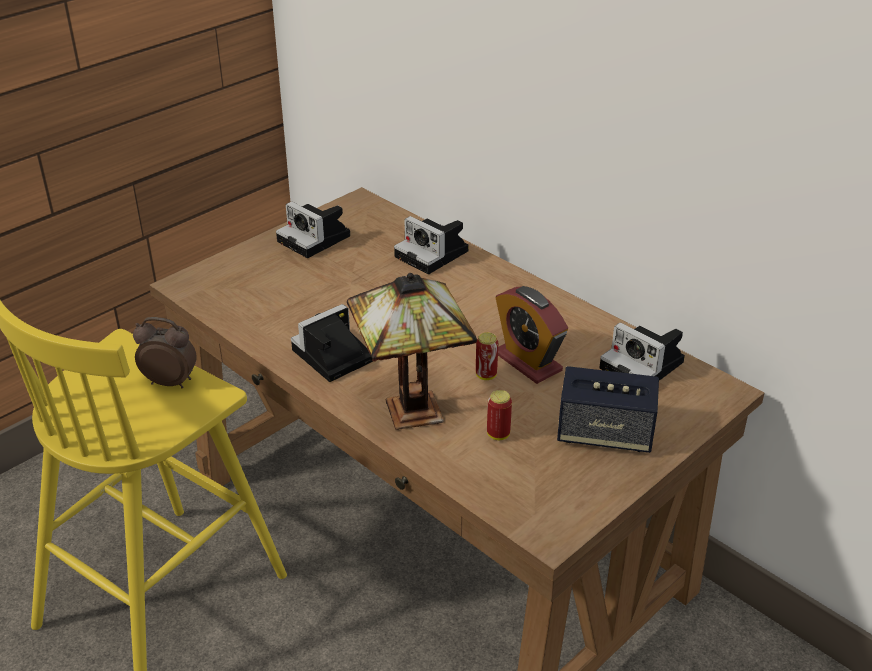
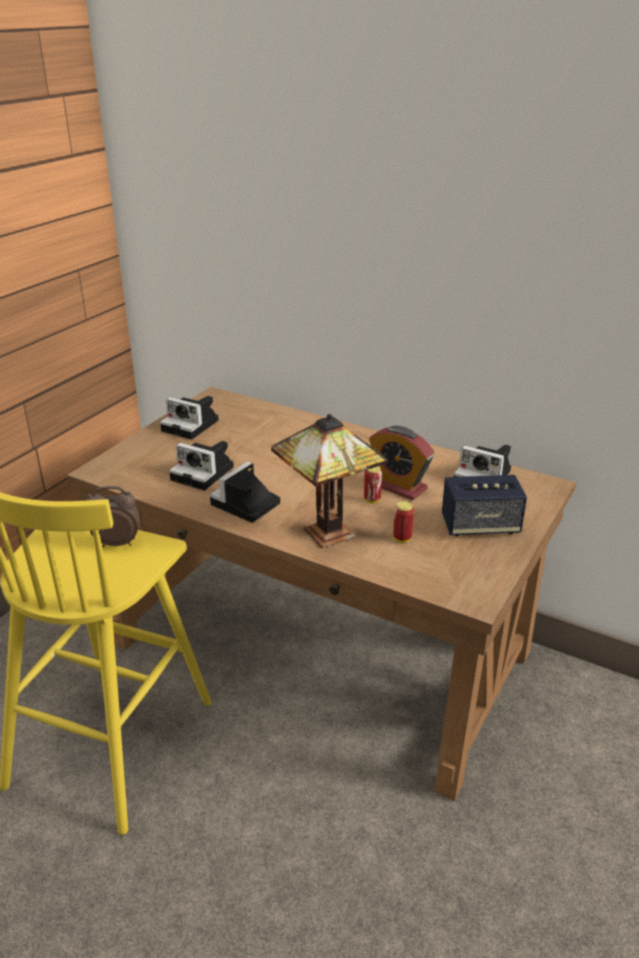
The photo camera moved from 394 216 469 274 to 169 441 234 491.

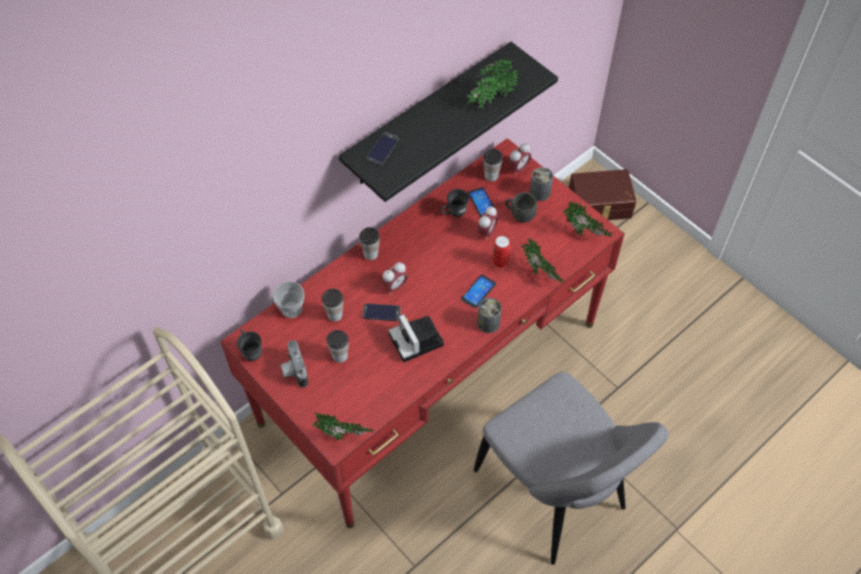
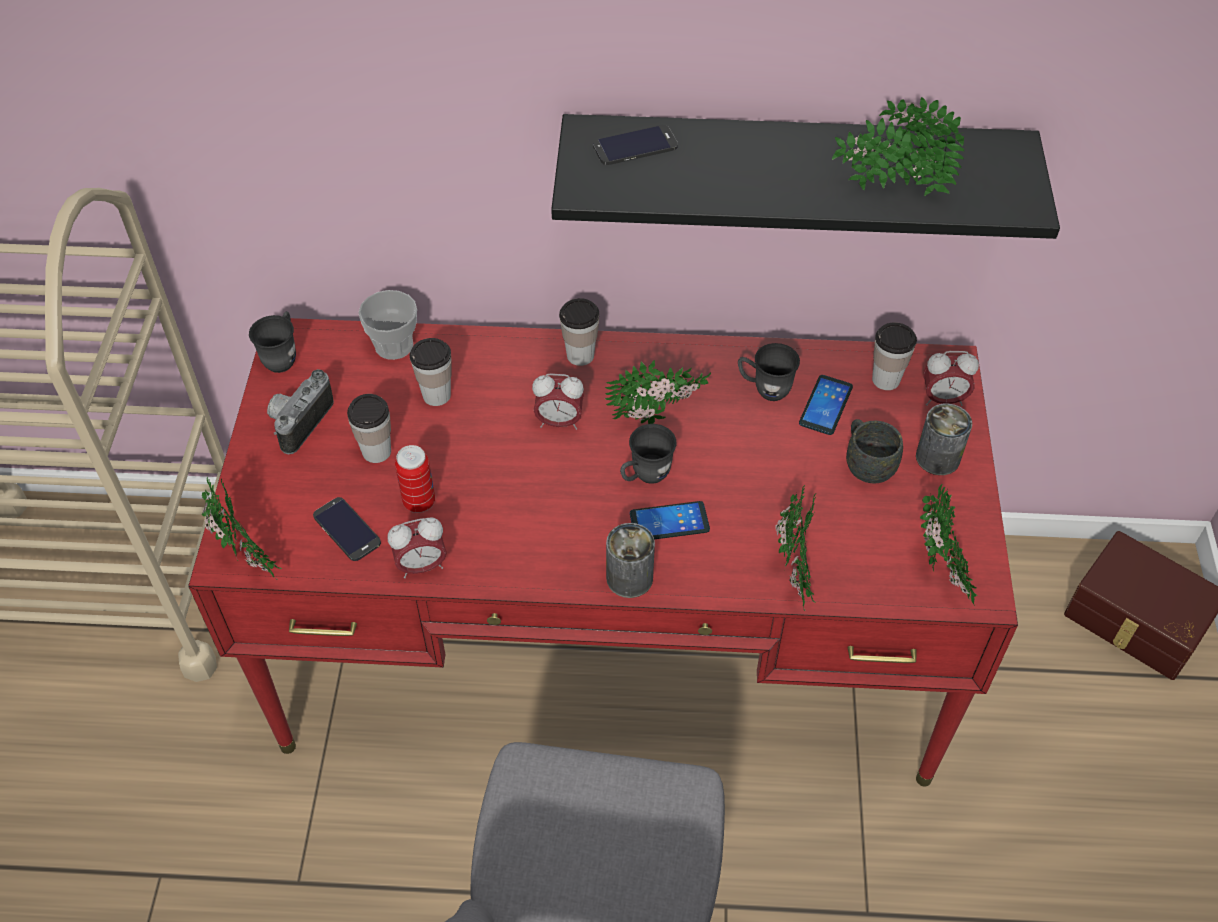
The phone moved from 363 304 401 321 to 313 497 381 561. The photo camera at 388 314 444 362 disappeared. The alarm clock moved from 477 206 498 241 to 388 517 447 578. The can moved from 493 236 510 268 to 395 445 435 513. The potted plant at 605 359 711 424 appeared. The grey mug at 620 424 677 484 appeared.

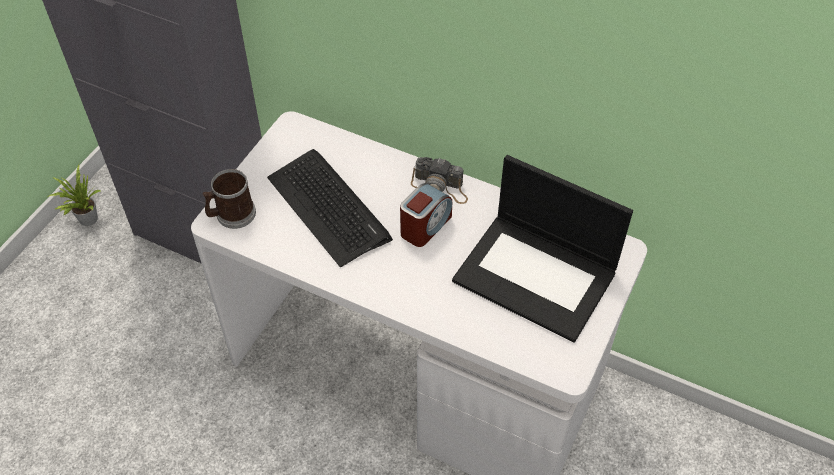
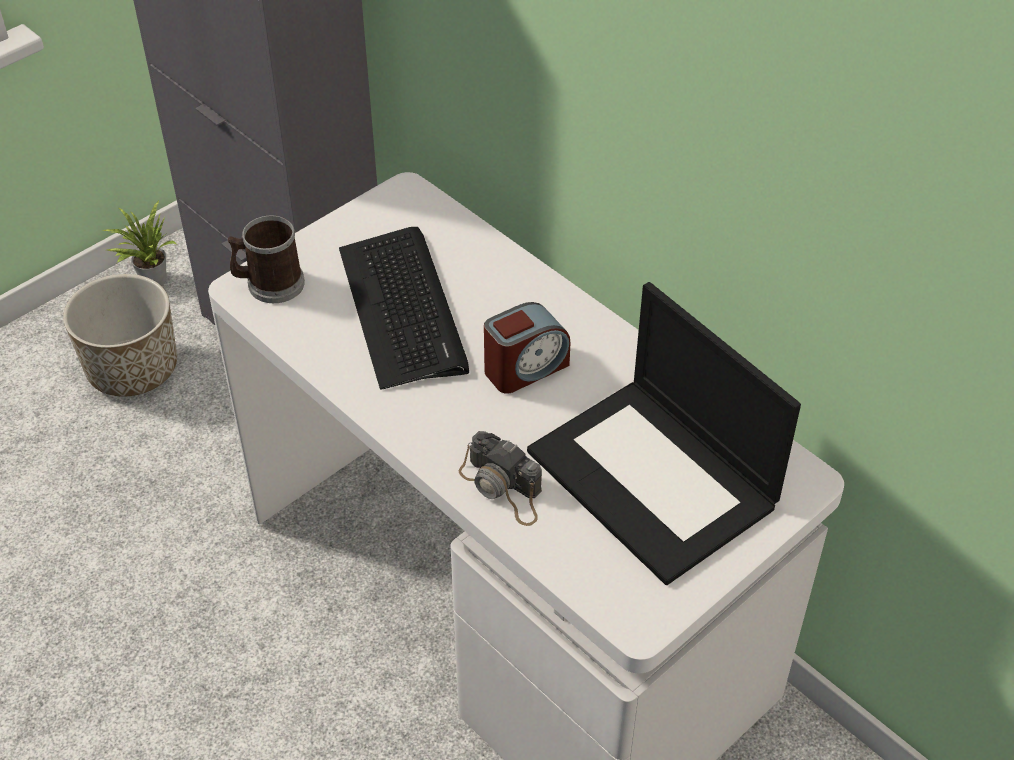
The photo camera moved from 411 157 468 204 to 459 431 542 526. The planter at 63 274 177 397 appeared.

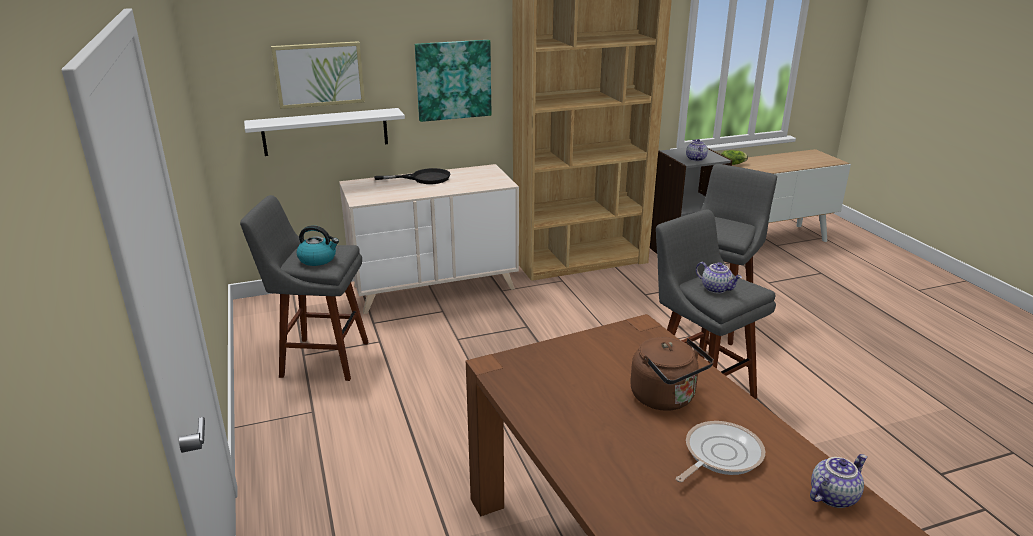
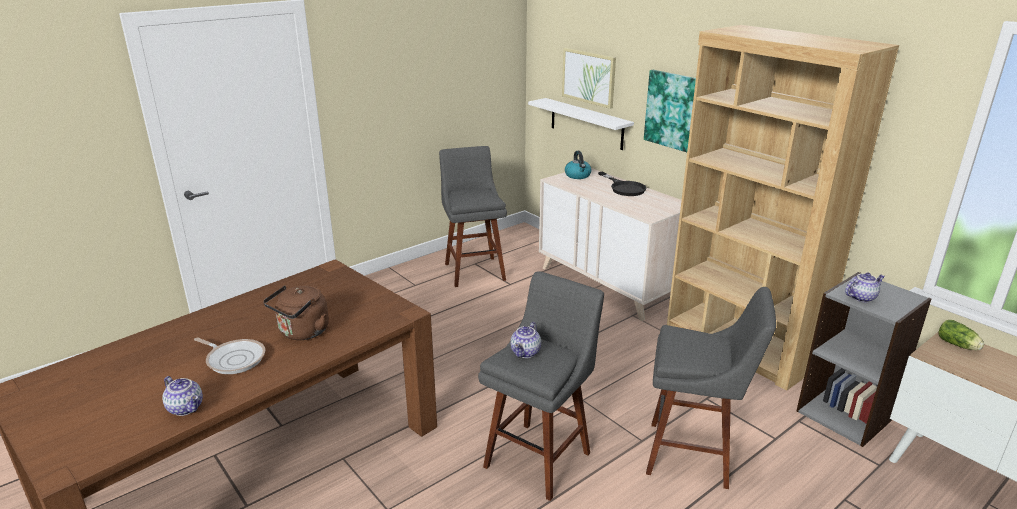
The kettle moved from 297 225 339 266 to 565 151 592 179.

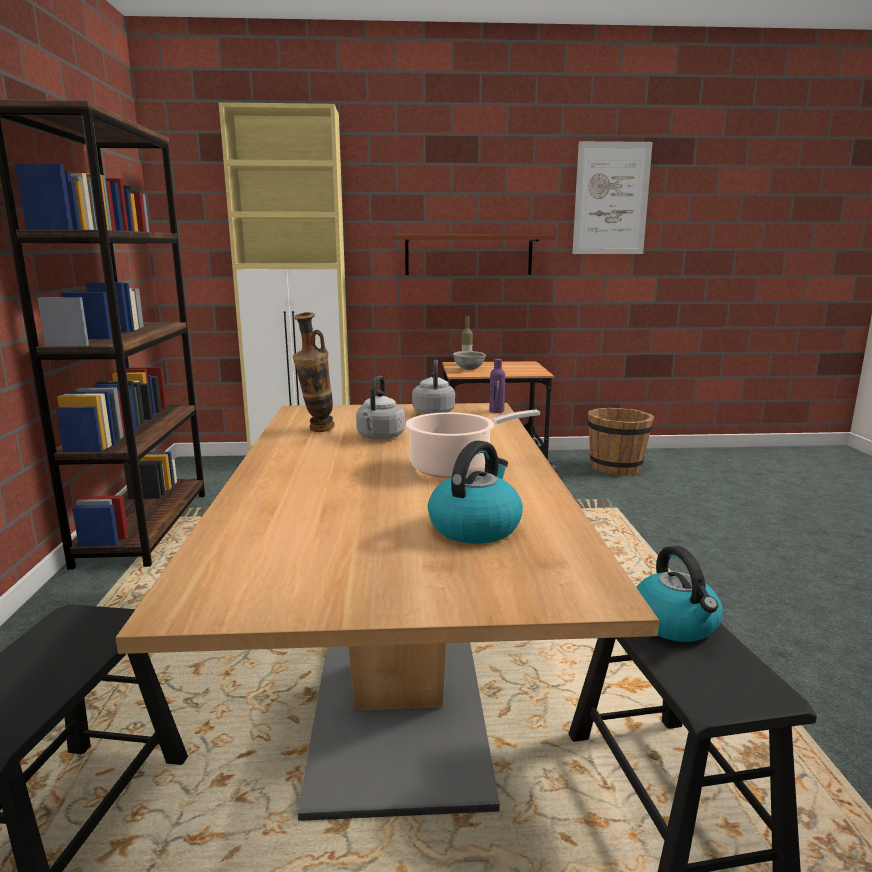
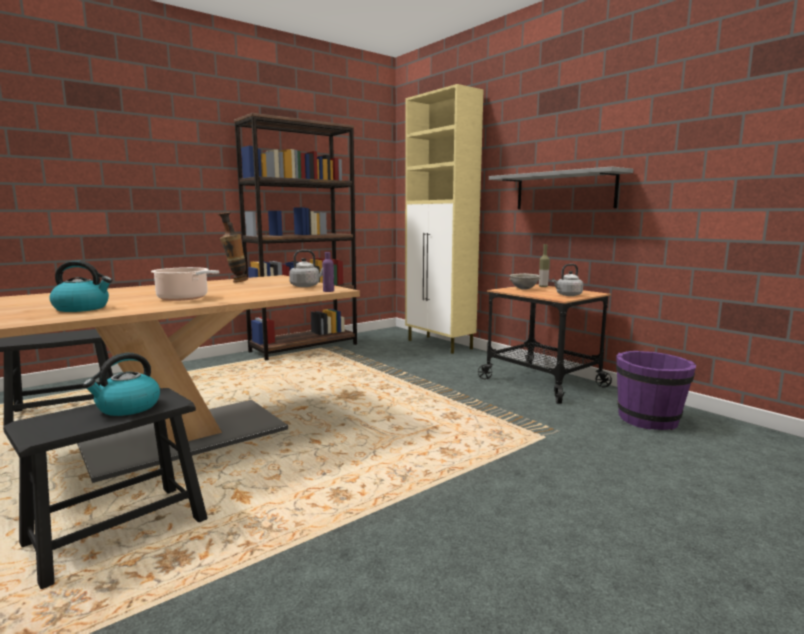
The grey kettle moved from 356 376 405 440 to 552 264 583 296. The brown shelf at 390 235 556 275 became the grey shelf at 489 166 633 209. The picture at 573 141 653 254 disappeared. The brown bucket at 588 408 654 476 became the purple bucket at 616 351 696 430.

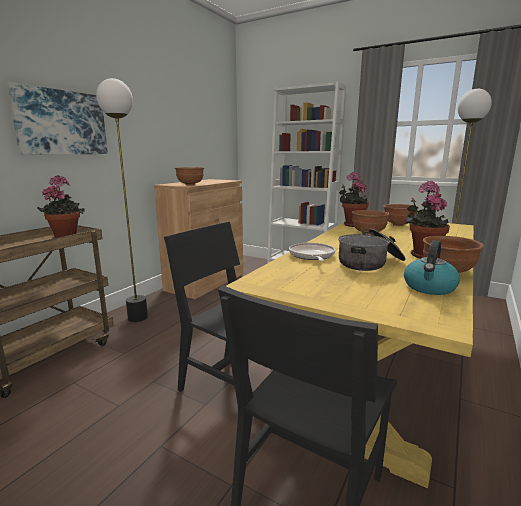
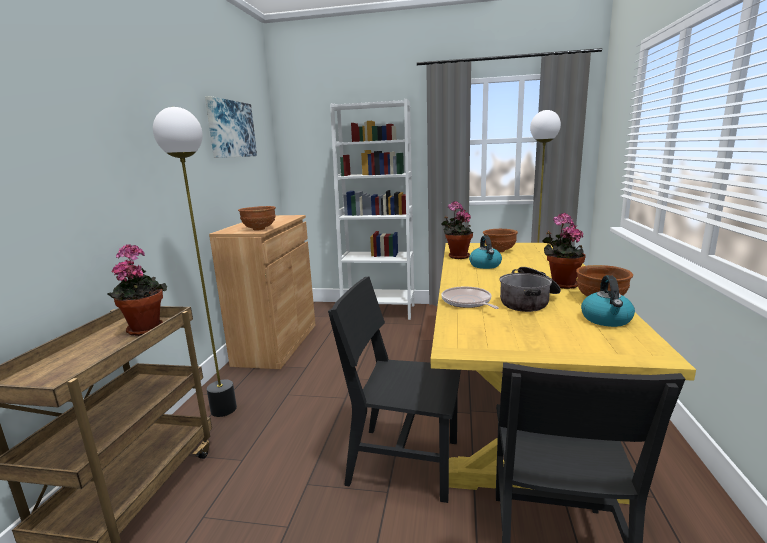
The picture moved from 7 82 108 154 to 205 96 257 158. The brown bowl at 352 210 390 235 was replaced by the kettle at 469 235 502 269.

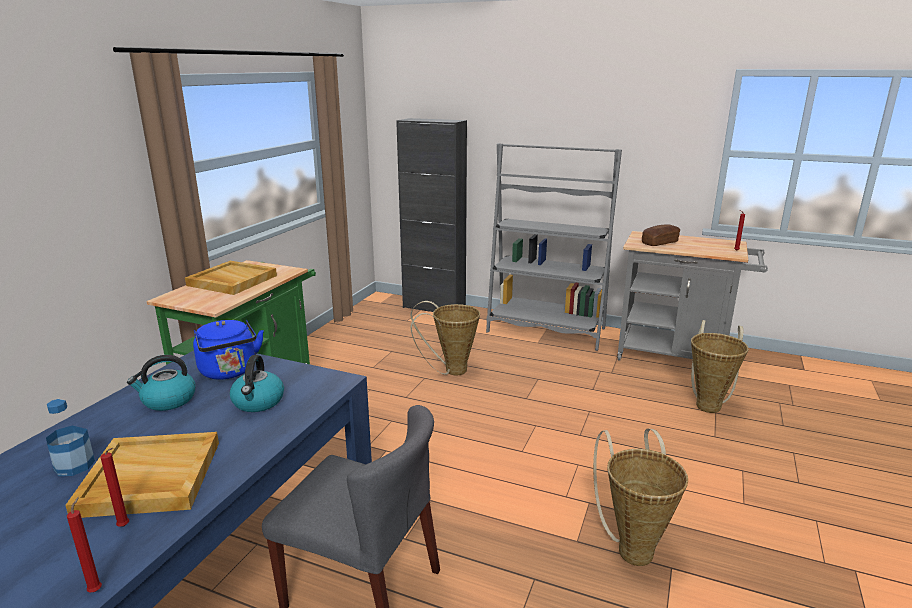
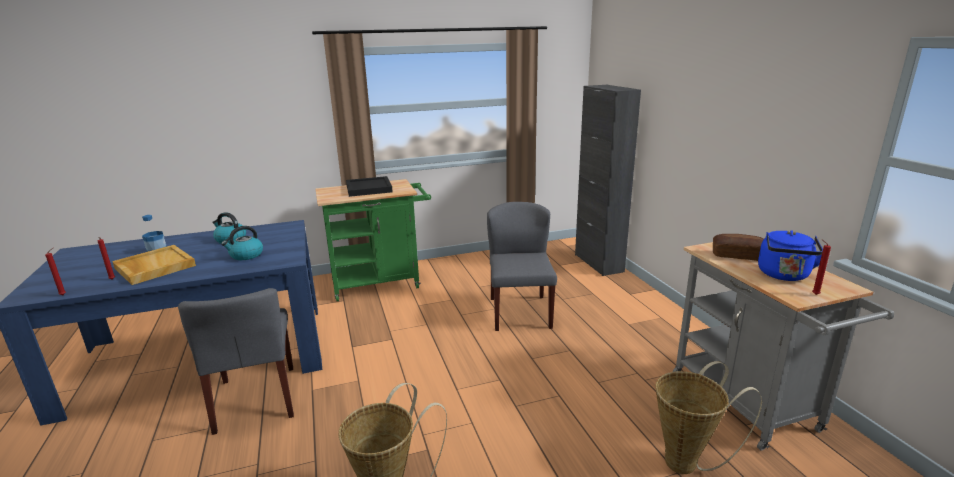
The beige tray at 185 261 277 295 became the black tray at 346 176 393 197. The blue kettle moved from 193 320 264 380 to 758 230 823 281. The basket at 410 301 480 376 was replaced by the grey chair at 487 202 557 331. The grey bookcase at 486 143 622 351 disappeared.

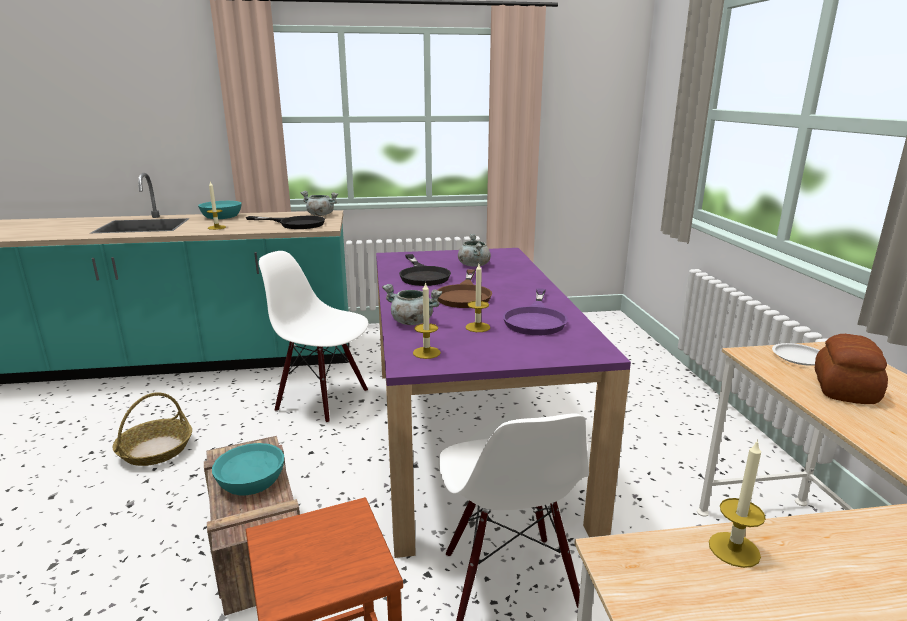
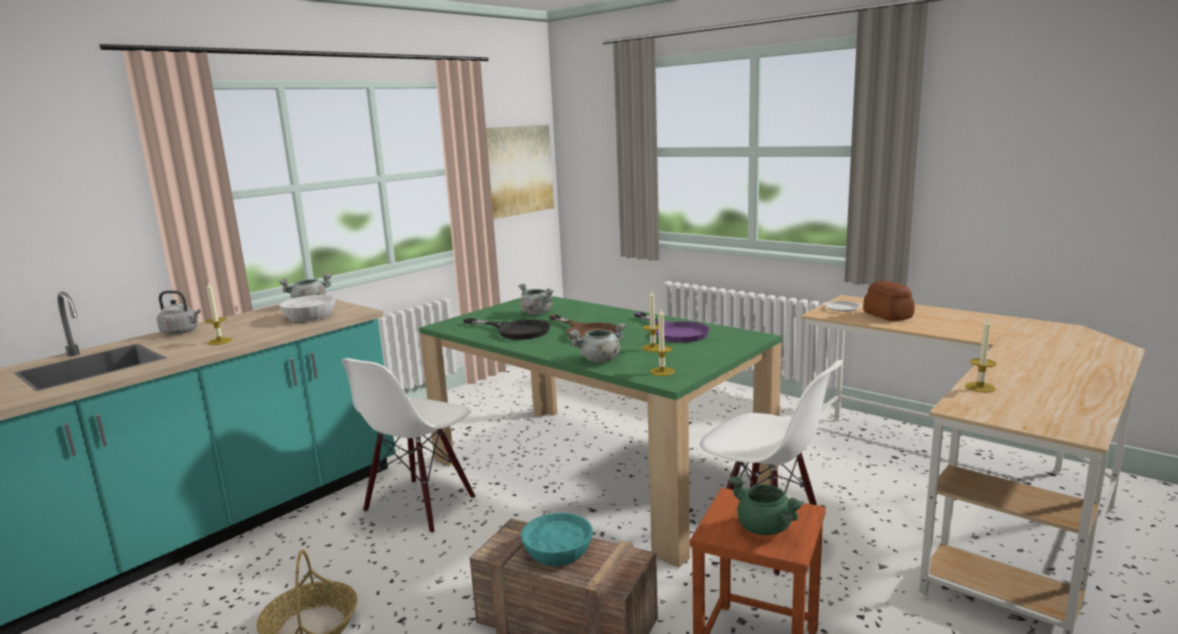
The turquoise bowl at 198 201 241 219 was replaced by the grey kettle at 157 291 201 335. The black frying pan at 246 216 325 229 was replaced by the white bowl at 279 295 336 322. The white chair at 259 251 368 423 turned 45 degrees counterclockwise. The purple dining table at 376 248 631 558 became the green dining table at 419 296 782 568. The picture at 486 124 554 219 appeared. The green cooking pot at 729 476 804 535 appeared.

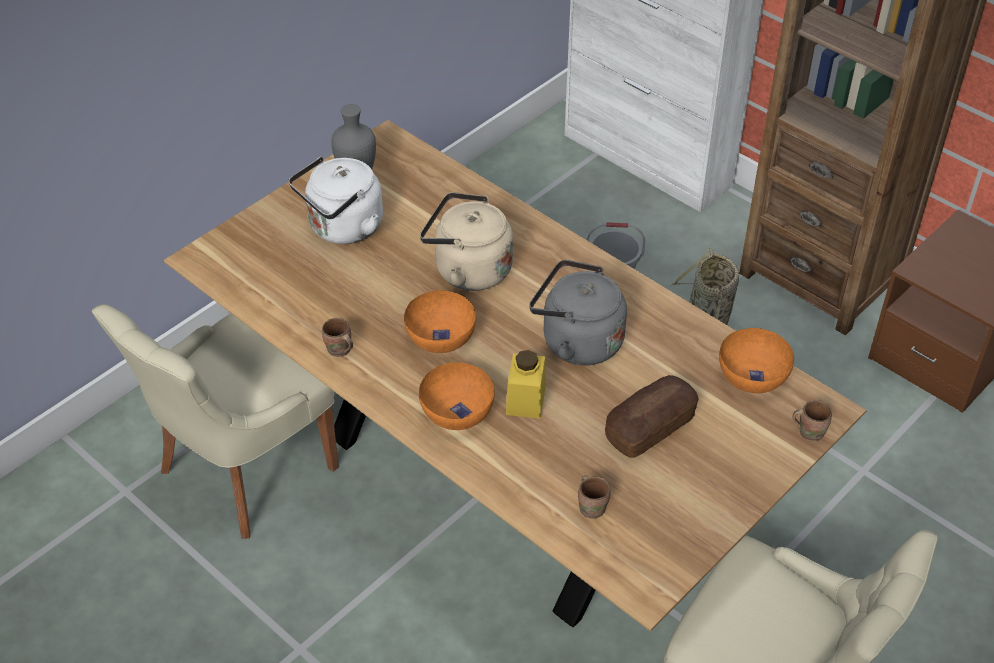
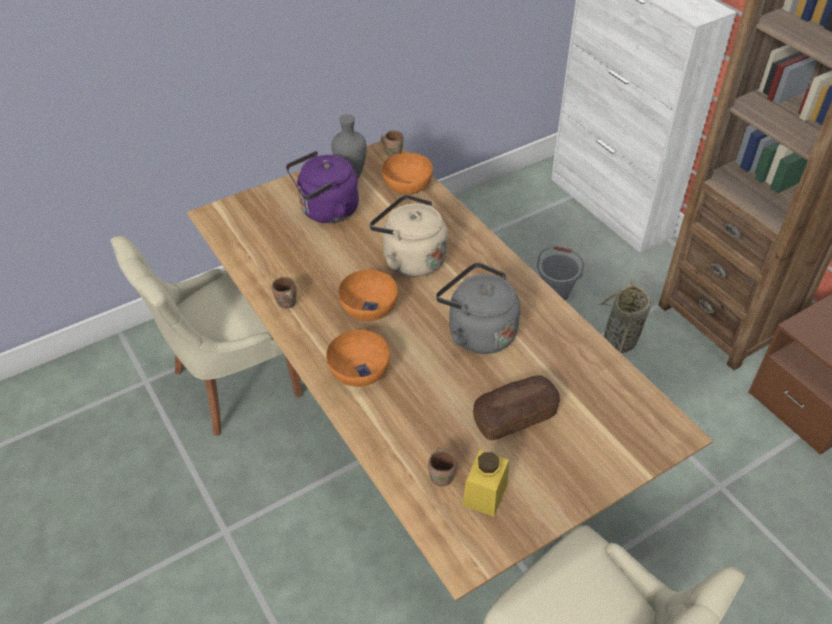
The white kettle at 289 156 383 244 became the purple kettle at 286 151 359 223. The yellow jar moved from 506 350 546 419 to 462 450 509 517. The orange bowl moved from 719 328 794 393 to 382 153 433 195. The brown mug moved from 793 400 832 442 to 381 130 403 157.

